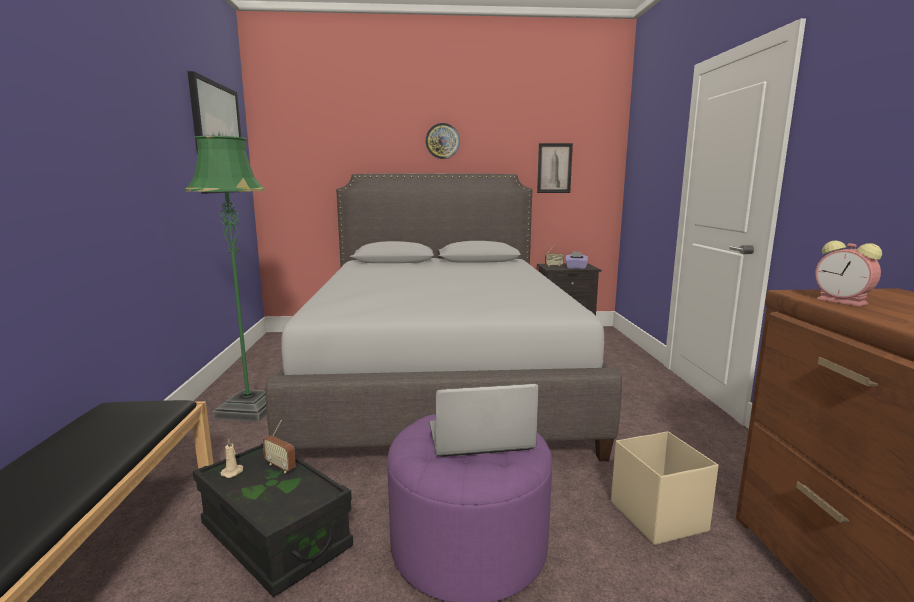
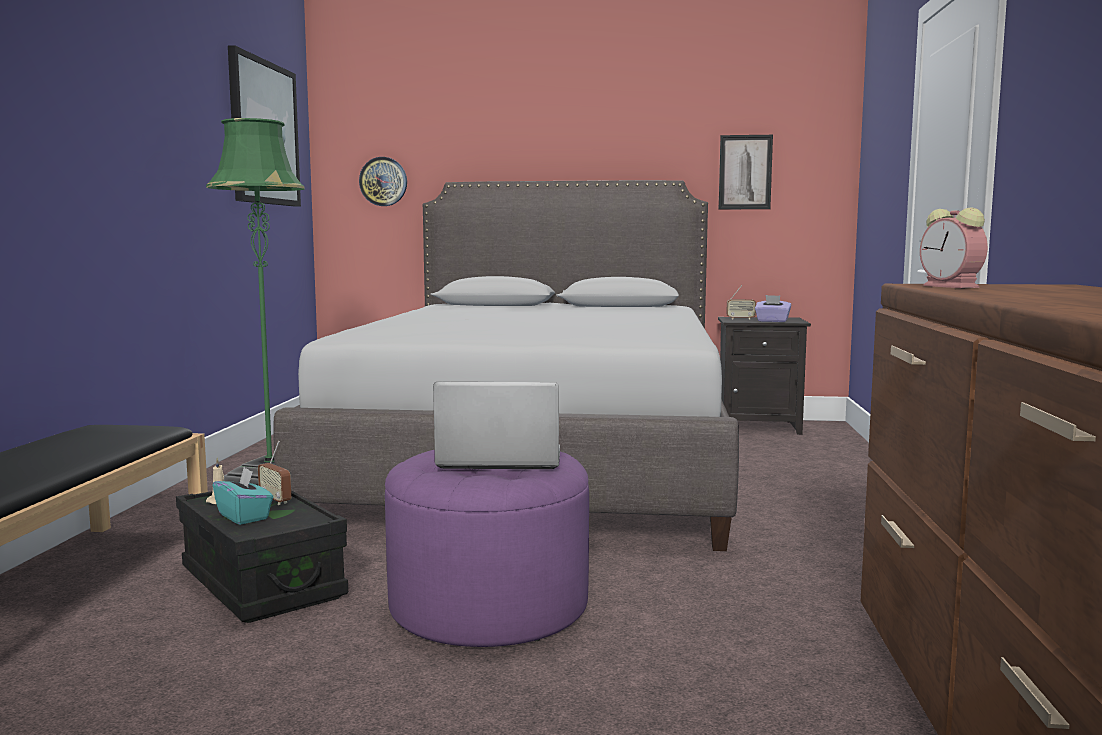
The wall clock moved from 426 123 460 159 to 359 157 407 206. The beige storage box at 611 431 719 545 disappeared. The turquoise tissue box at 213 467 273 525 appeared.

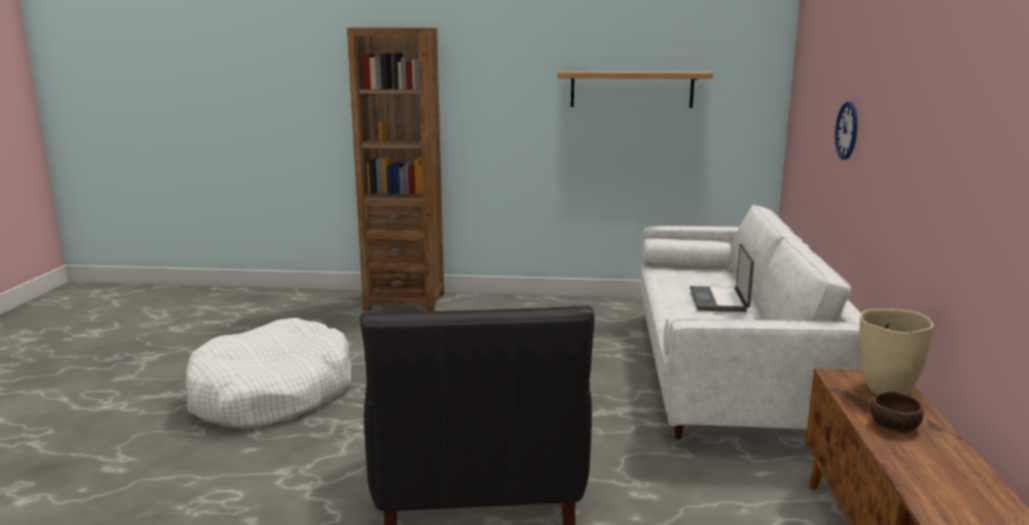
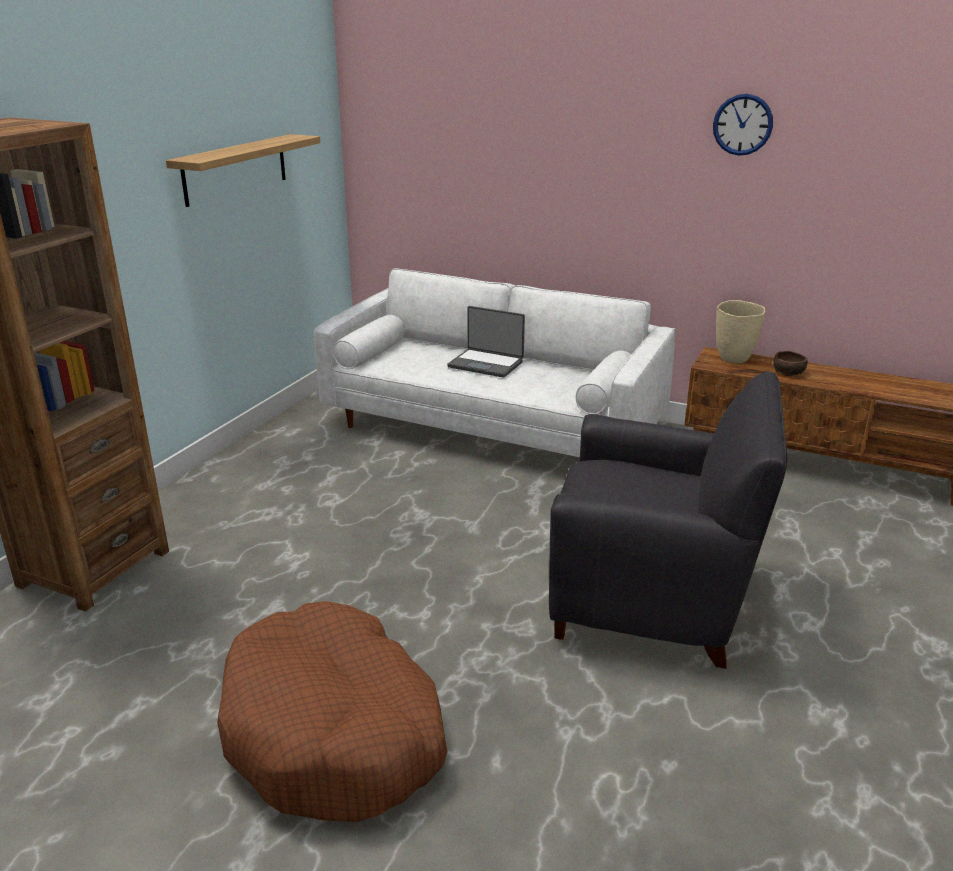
The white dog bed at 186 318 351 429 became the brown dog bed at 217 601 448 822. The wall clock moved from 835 101 857 160 to 713 94 773 156.

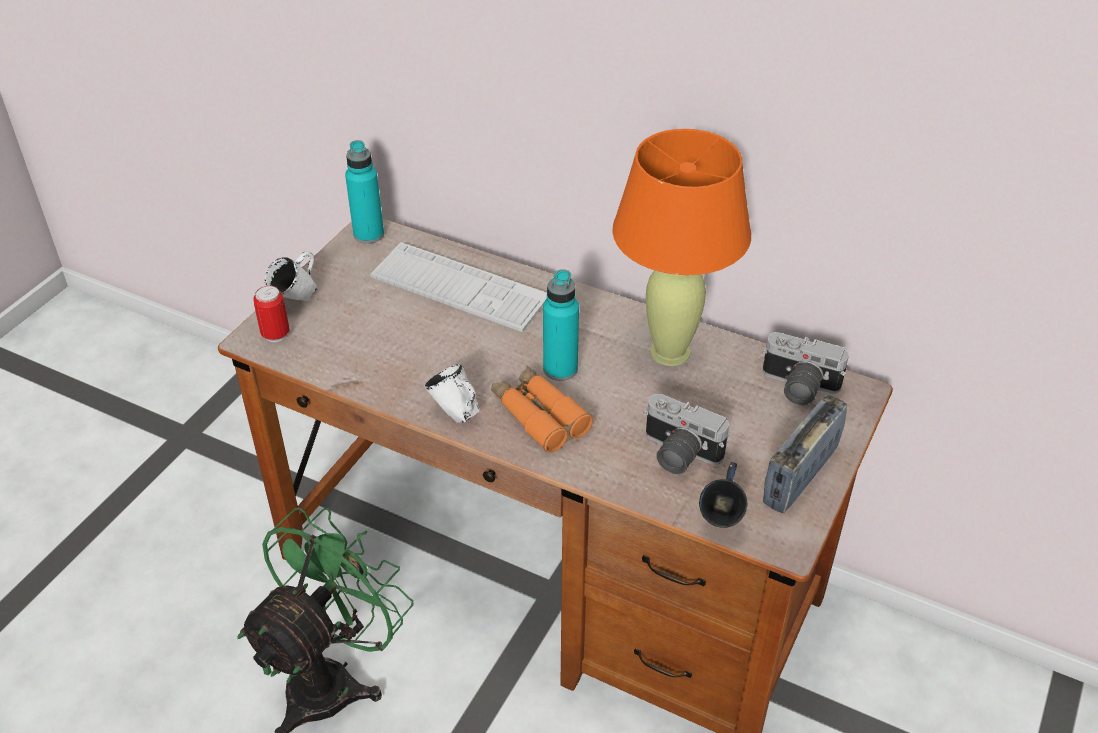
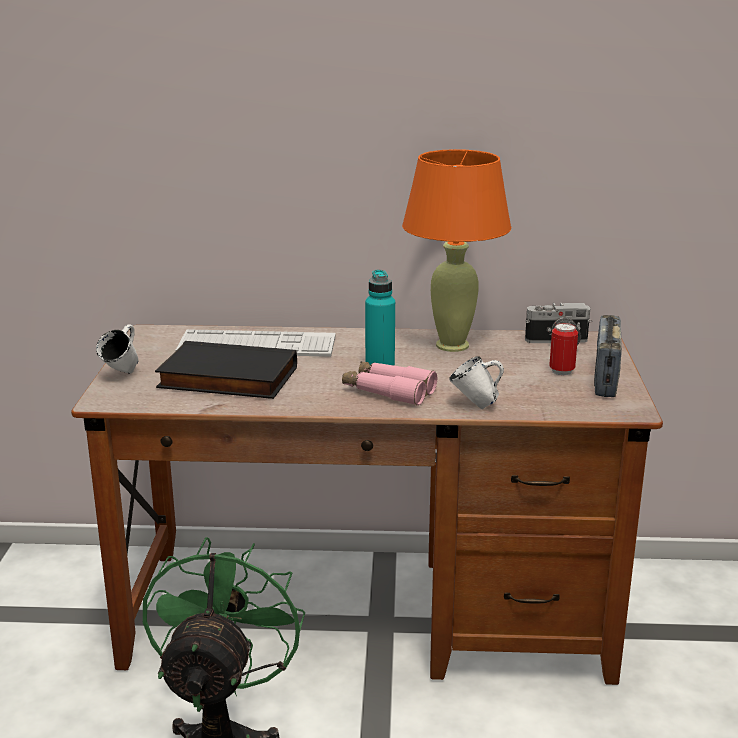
The can moved from 253 286 289 342 to 549 323 578 375. The turquoise bottle at 345 140 384 244 disappeared. The white mug moved from 425 364 480 423 to 449 356 504 409. The orange binoculars at 491 366 593 453 became the pink binoculars at 342 362 437 406. The photo camera at 643 393 729 474 disappeared. The blue mug at 699 462 747 528 disappeared. The black book at 155 341 297 399 appeared.

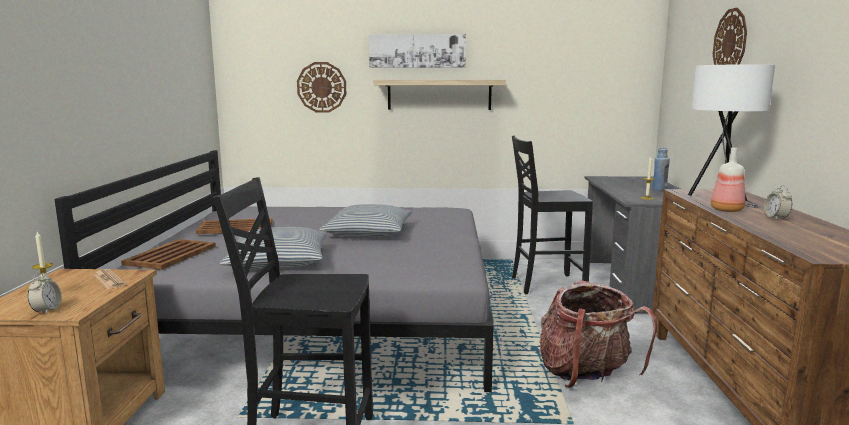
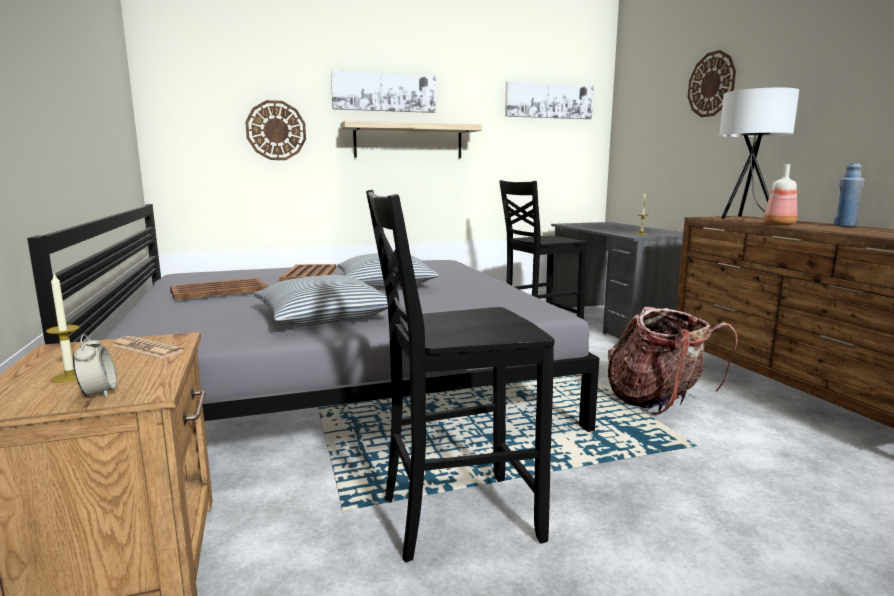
The brown tray moved from 121 239 216 270 to 279 264 336 282. The blue bottle moved from 652 148 670 191 to 834 163 865 227. The alarm clock at 764 185 792 220 disappeared. The picture at 505 82 594 119 appeared.

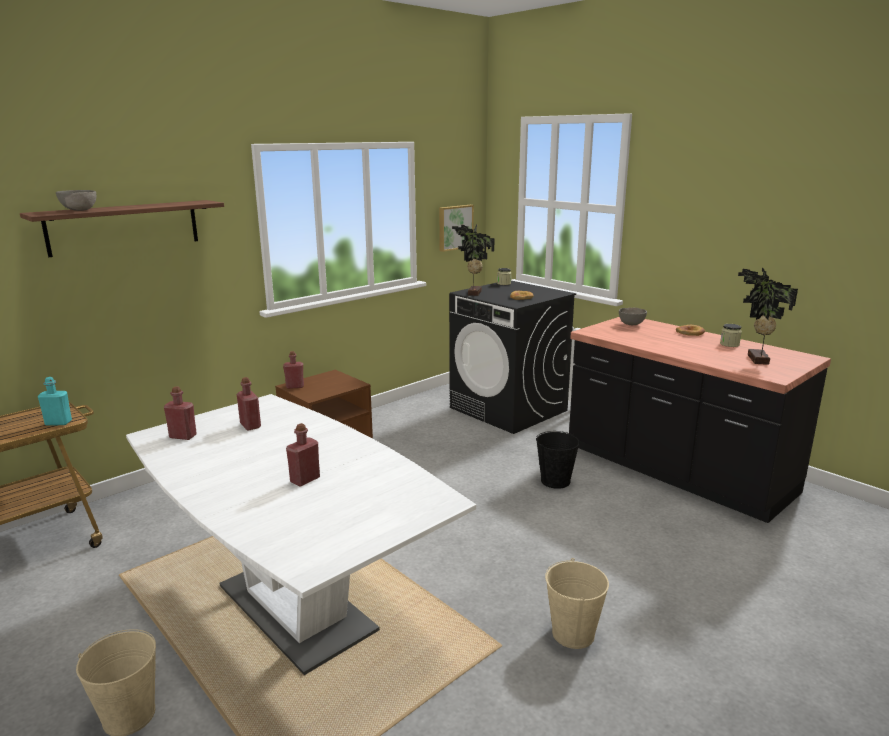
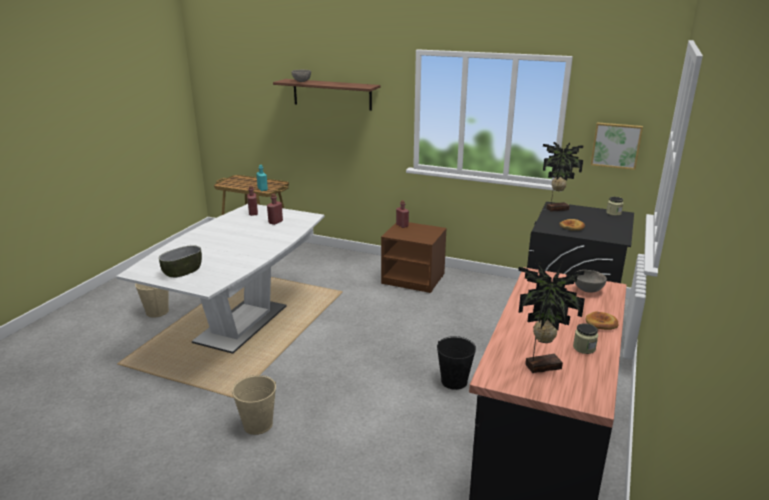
The red bottle at 286 423 320 486 disappeared. The bowl at 159 245 202 278 appeared.

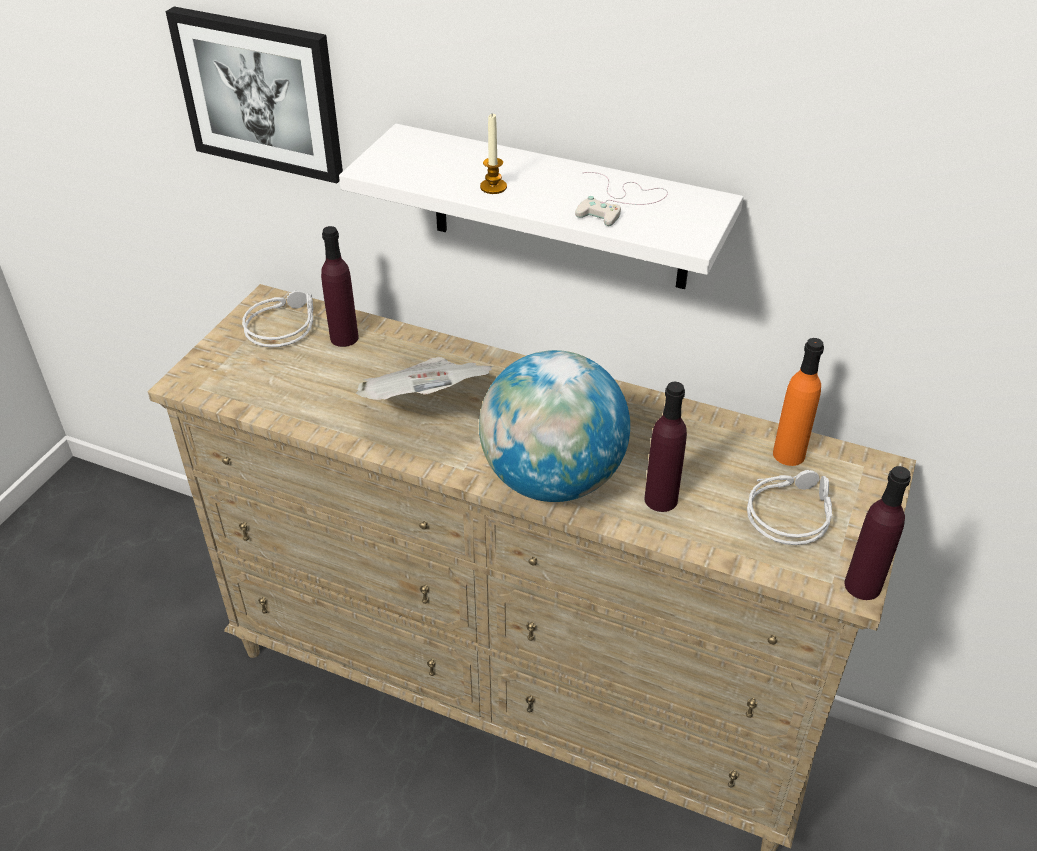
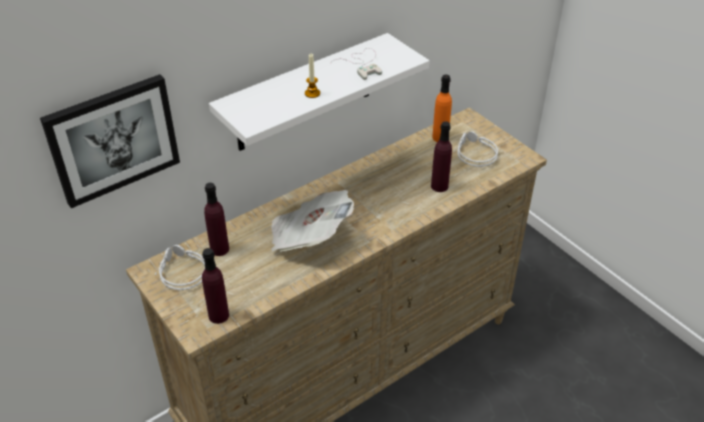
The globe at 479 350 630 502 disappeared. The purple bottle moved from 844 466 911 600 to 202 248 229 324.

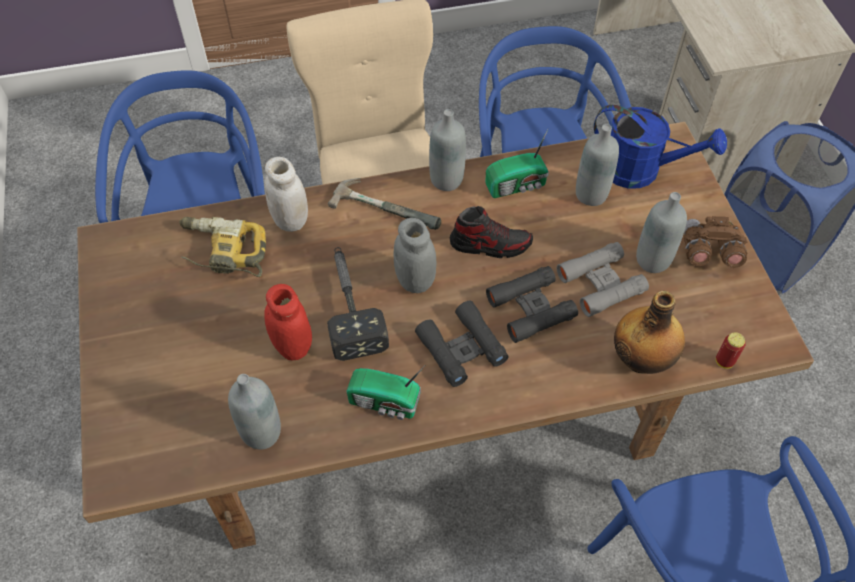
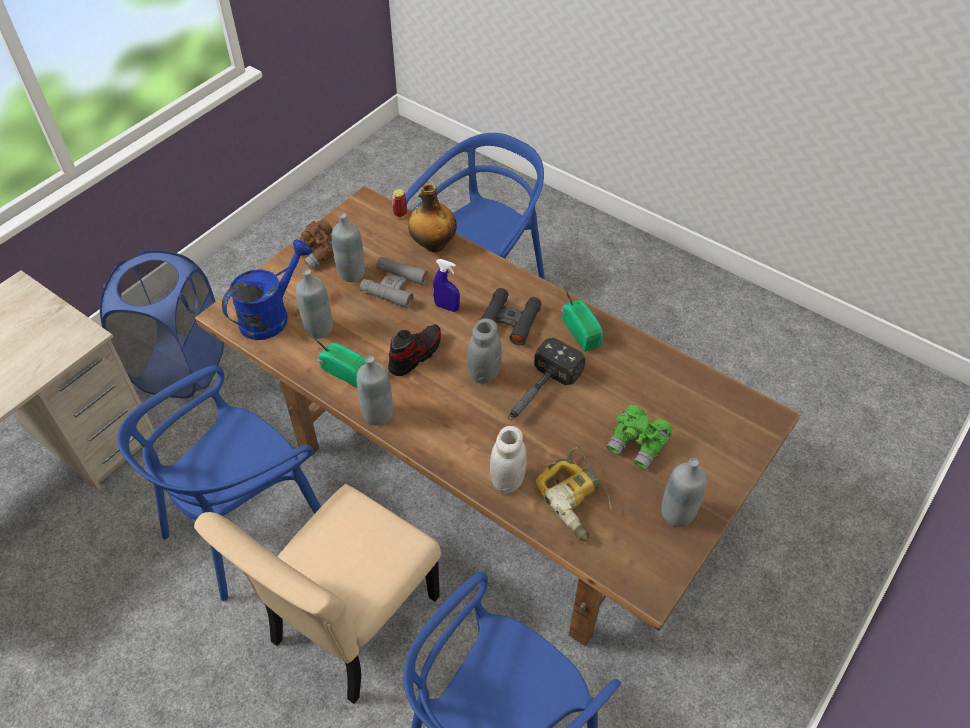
The grey bottle moved from 228 374 281 450 to 661 458 706 527. The red jar at 264 284 312 360 disappeared. The hammer at 328 178 441 230 disappeared. The shoe at 450 206 533 258 turned 75 degrees clockwise. The black binoculars at 486 266 578 343 was replaced by the blue spray bottle at 433 259 460 312. The blue watering can at 594 105 727 188 turned 60 degrees clockwise. The green binoculars at 607 405 673 469 appeared.

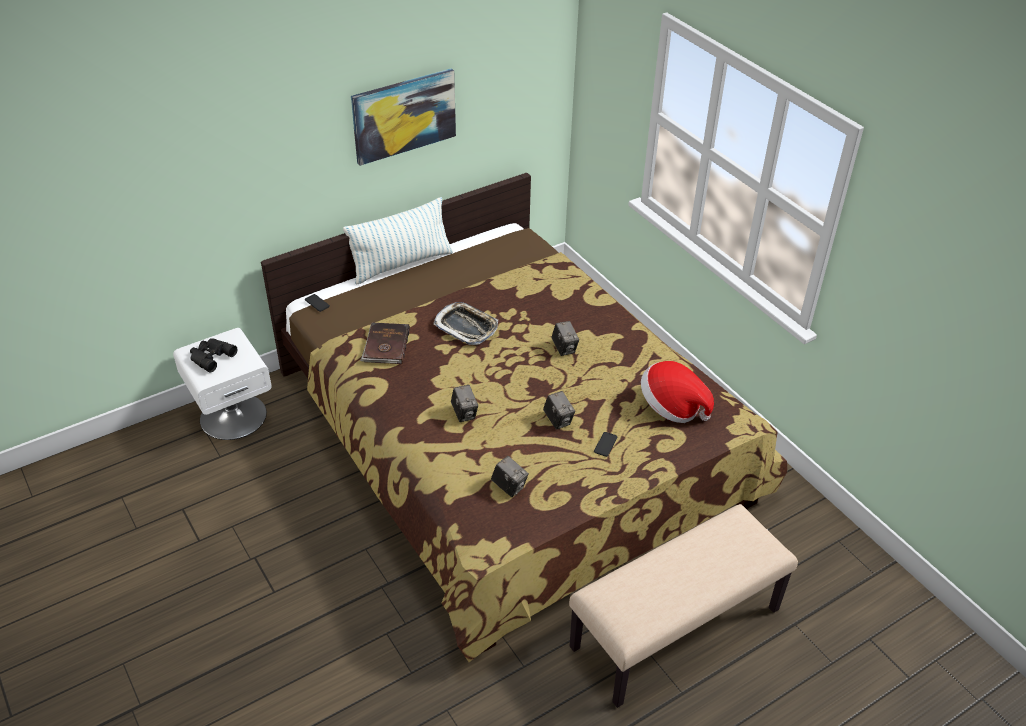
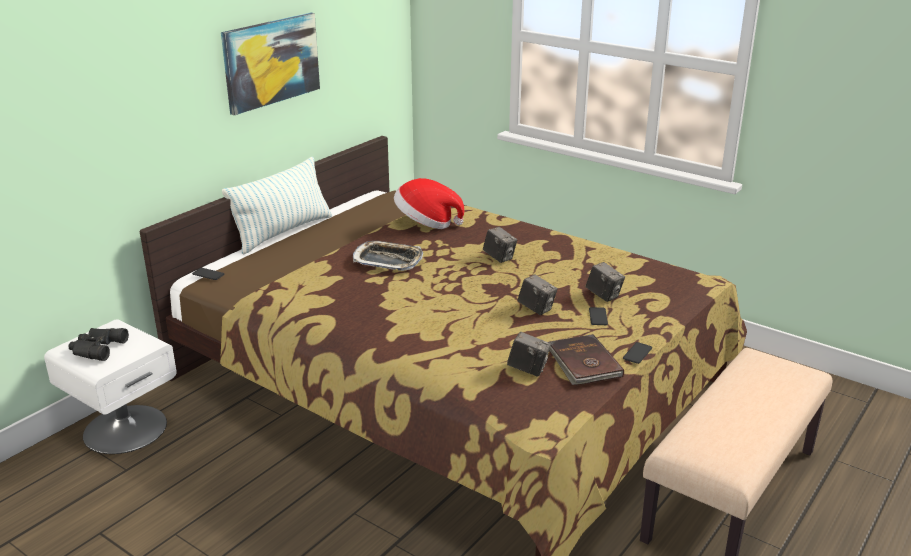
The brown book moved from 360 323 410 364 to 549 334 624 386. The photo camera moved from 451 385 478 422 to 586 262 625 302. The hat moved from 641 361 714 423 to 394 178 464 229. The phone at 623 342 652 364 appeared.

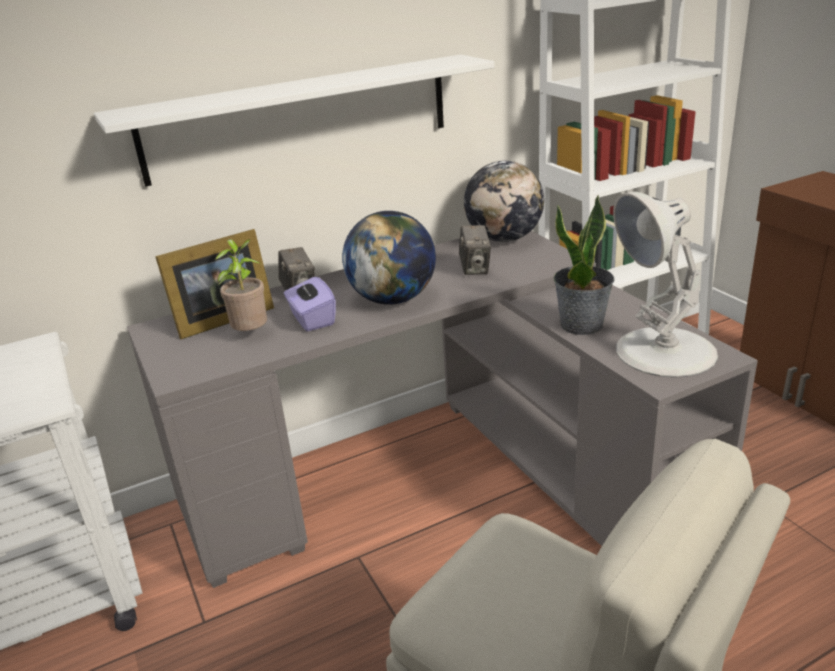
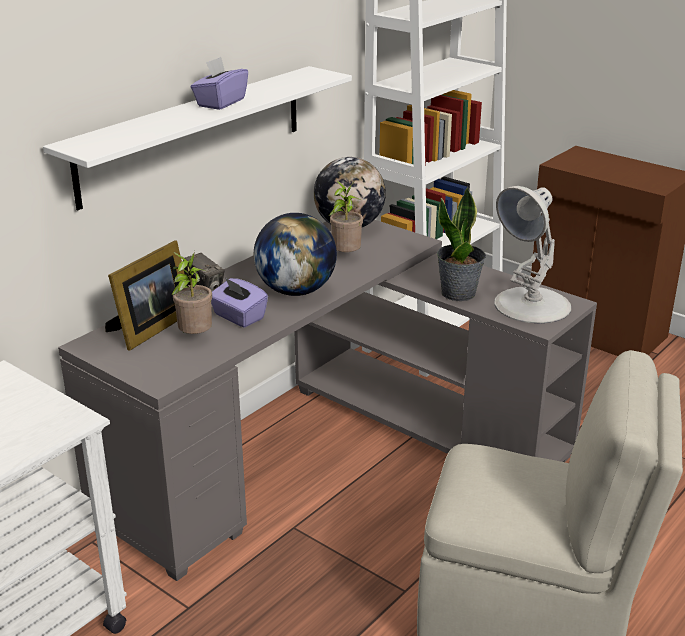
The photo camera at 459 225 491 275 was replaced by the potted plant at 329 181 363 252. The purple tissue box at 191 57 248 110 appeared.

